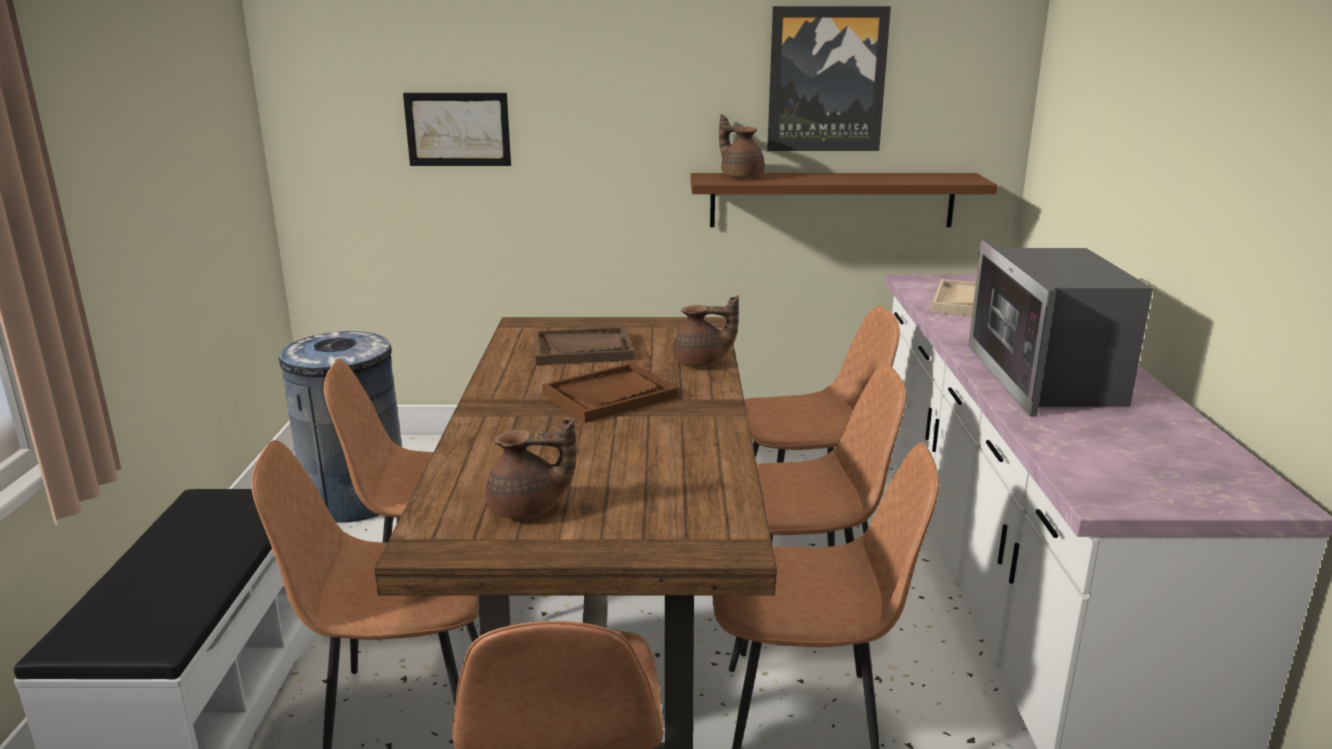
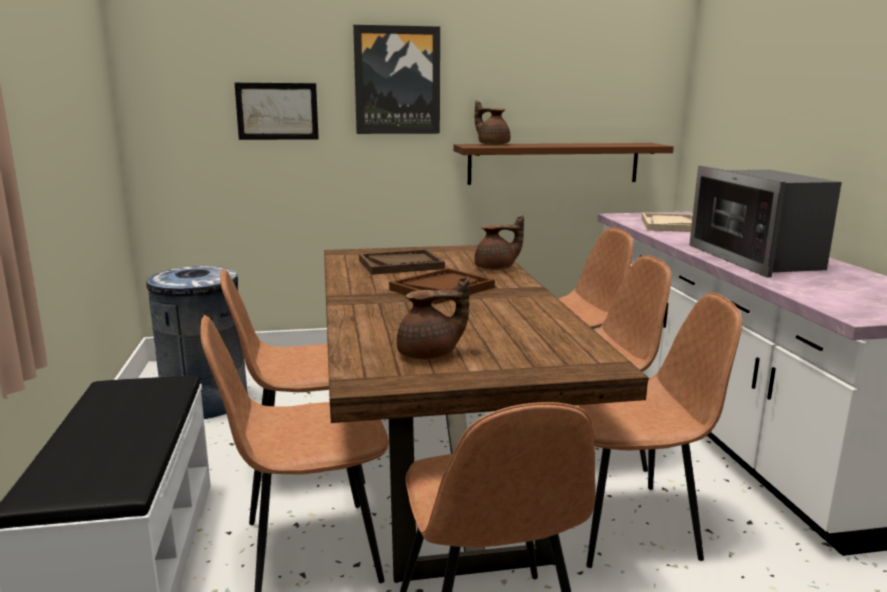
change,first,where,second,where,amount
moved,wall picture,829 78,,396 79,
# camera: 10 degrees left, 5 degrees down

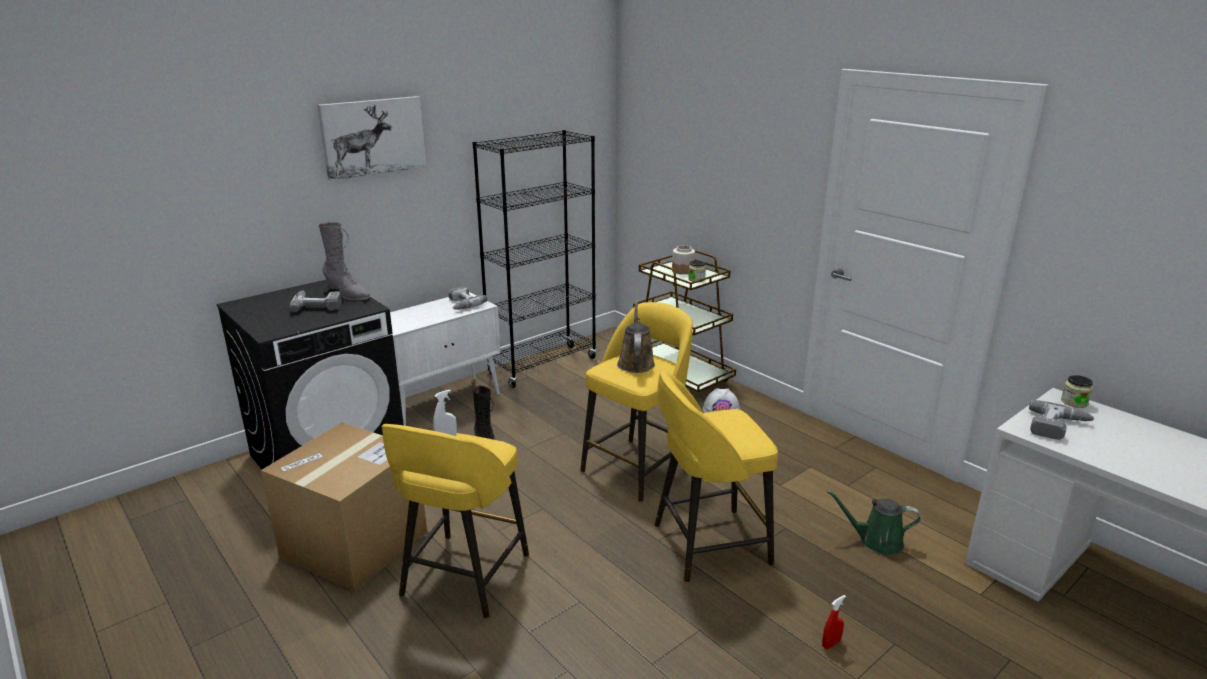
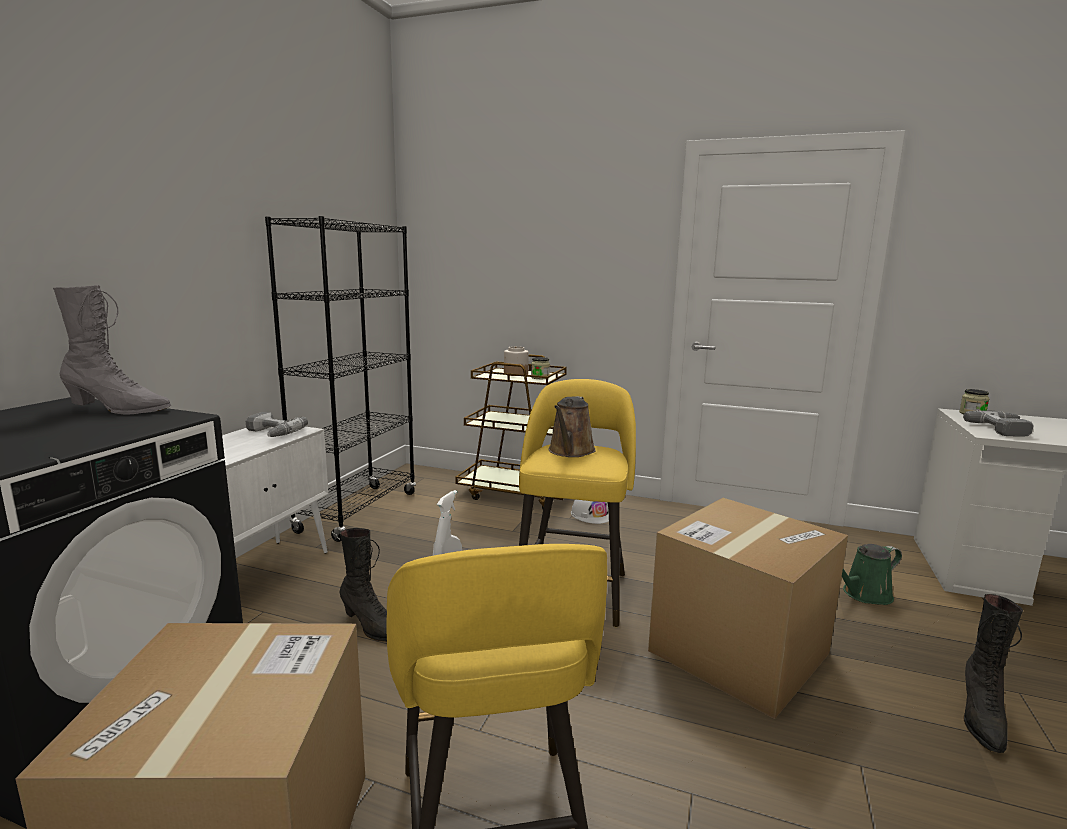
change,first,where,second,where,amount
removed,power drill,316 301,,,
removed,wall picture,372 138,,,
replaced,stool in yellow-coloured,716 476,packing box,748 608,
replaced,spray bottle in red-coloured,834 622,tall boot in blackish,993 673,
turned,watering can in brown-coloured,636 336,,572 426,135 degrees counterclockwise
# camera: 30 degrees left, 10 degrees down

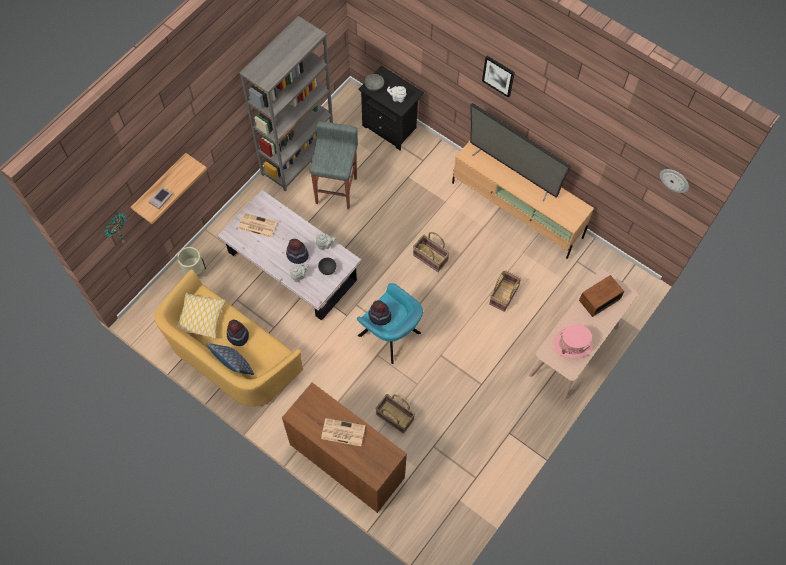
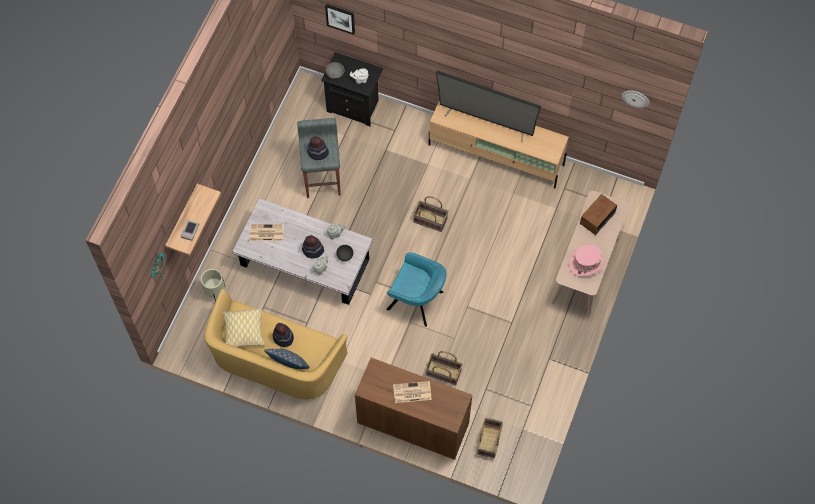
change,first,where,second,where,amount
removed,bookcase in gray,286 104,,,
moved,hat,380 313,,318 148,
moved,wall picture,498 77,,340 19,
moved,basket,505 291,,490 438,
# camera: 15 degrees left, 0 degrees up

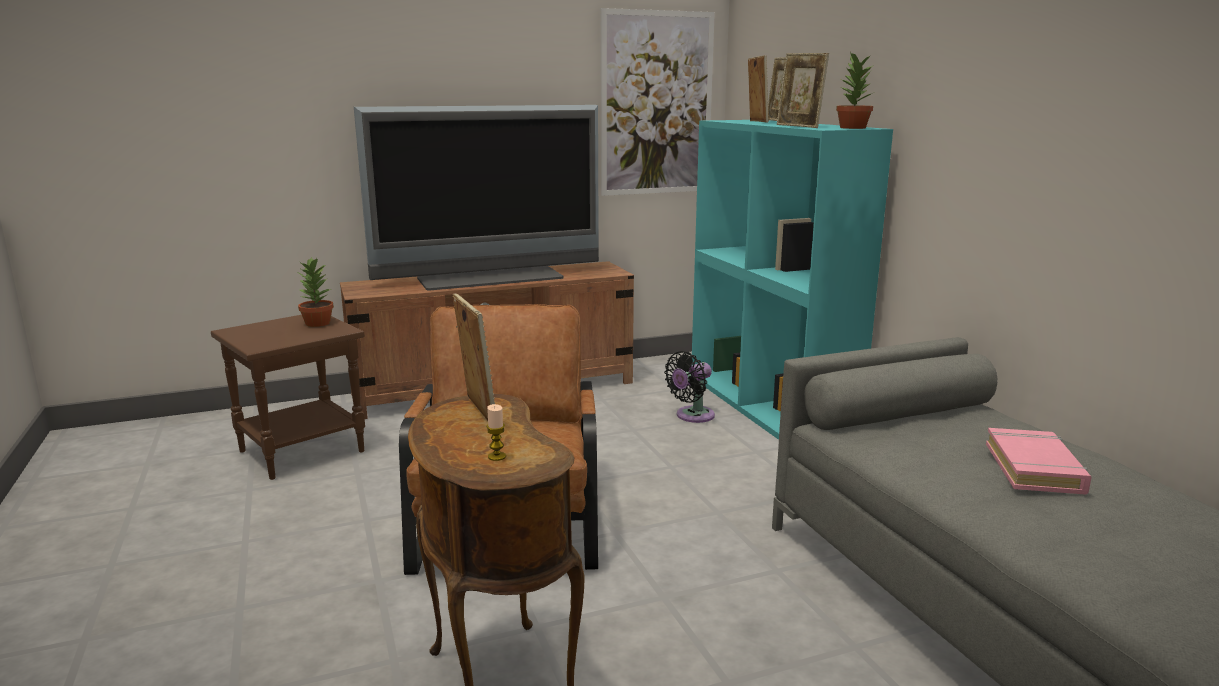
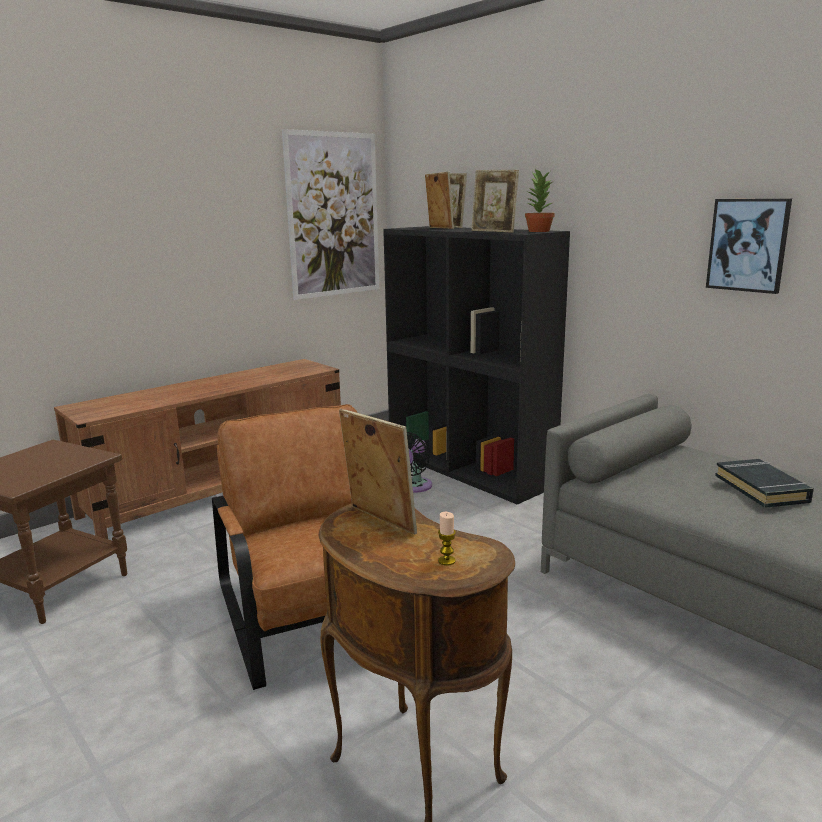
change,first,where,second,where,amount
removed,houseplant,315 292,,,
removed,TV set,476 197,,,
added,,,wall picture,749 246,
recoloured,bookcase in turquoise-coloured,792 280,bookcase in blackish,476 365,
recoloured,book in pink,1039 461,book in blackish,764 483,
# camera: 20 degrees left, 0 degrees up

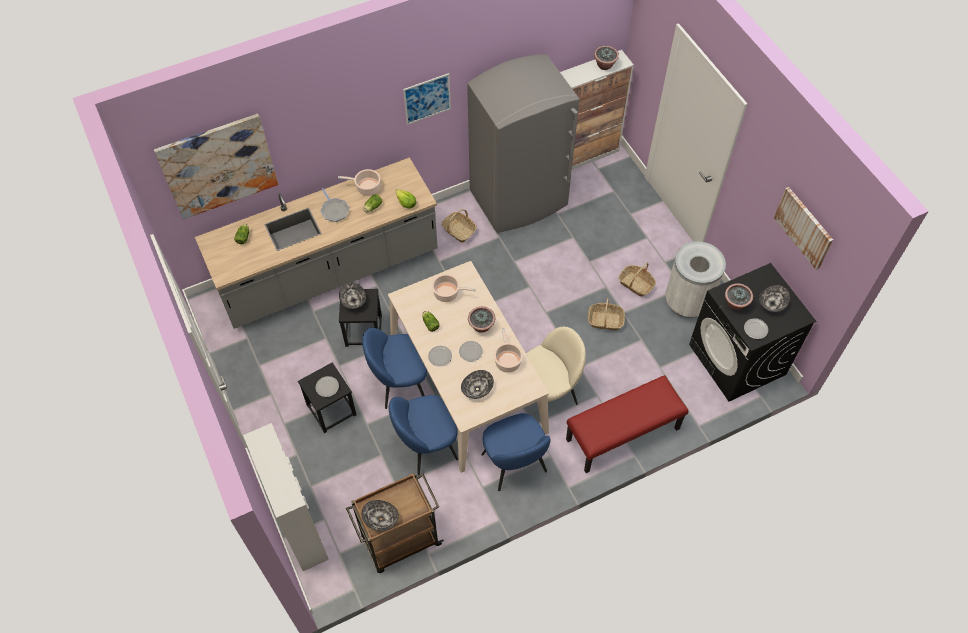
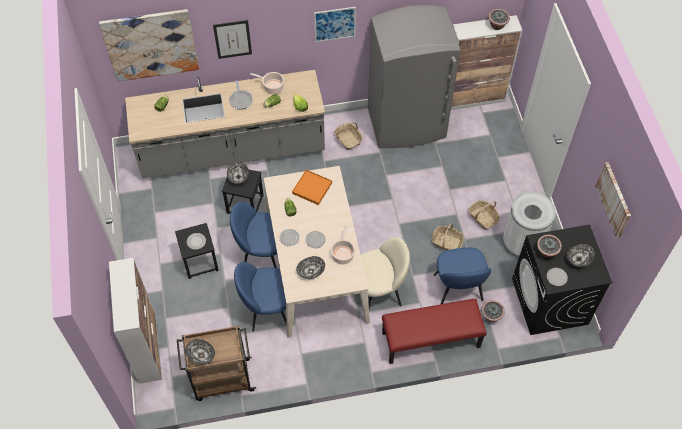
change,first,where,second,where,amount
added,,,wall picture,232 39,
moved,houseplant,481 319,,493 311,
moved,upright chair in bluish,515 452,,462 275,
replaced,cooking pot,454 288,serving tray in orangey,312 187,
# camera: 15 degrees right, 0 degrees up

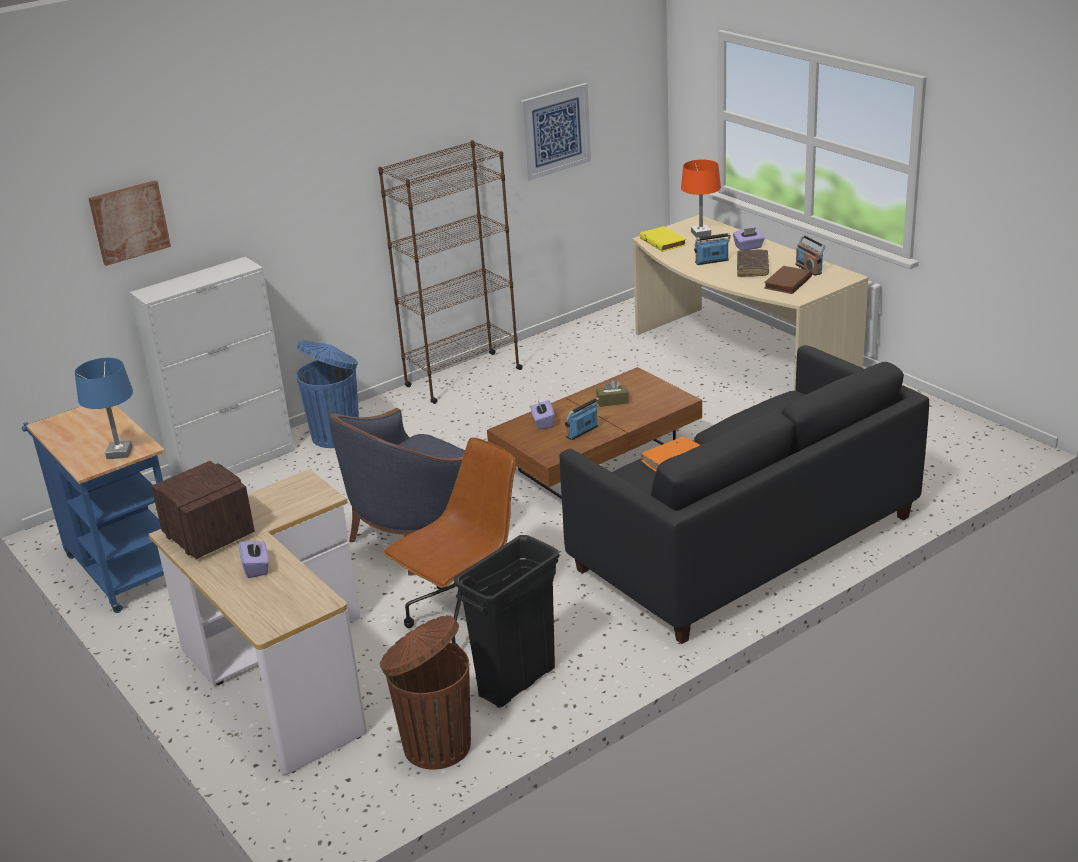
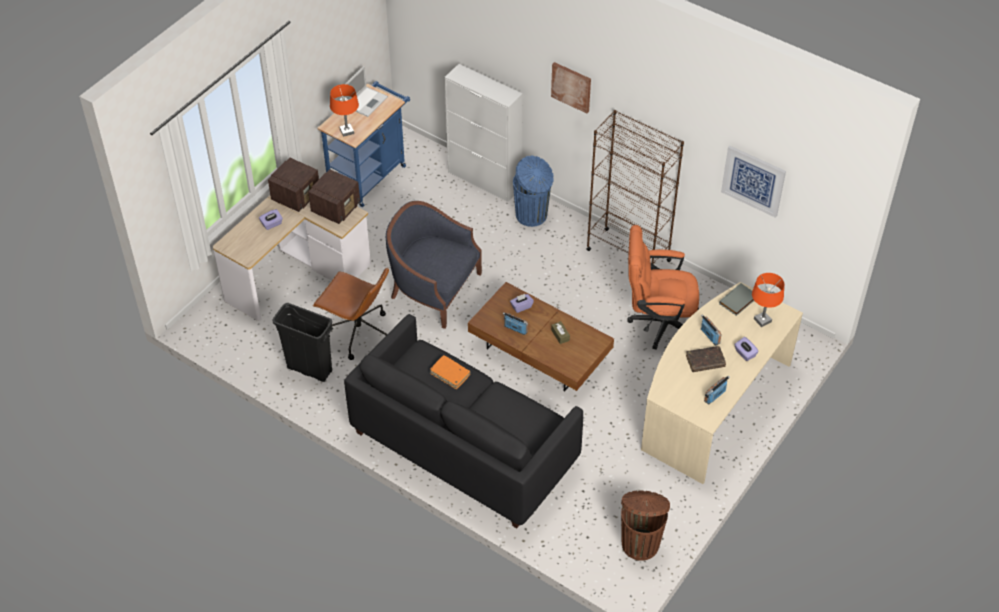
change,first,where,second,where,amount
removed,book in brown-coloured,788 280,,,
added,,,radio,334 196,
added,,,portable computer,366 91,
added,,,computer chair in orangey,663 287,
moved,wall picture,129 223,,571 87,
moved,waste bin in brown-coloured,425 692,,645 525,
recoloured,lamp for a table in bluish,104 408,lamp for a table in orangey,344 110,
recoloured,book in yellow-coloured,663 239,book in gray,736 299,
# camera: 70 degrees right, 20 degrees up

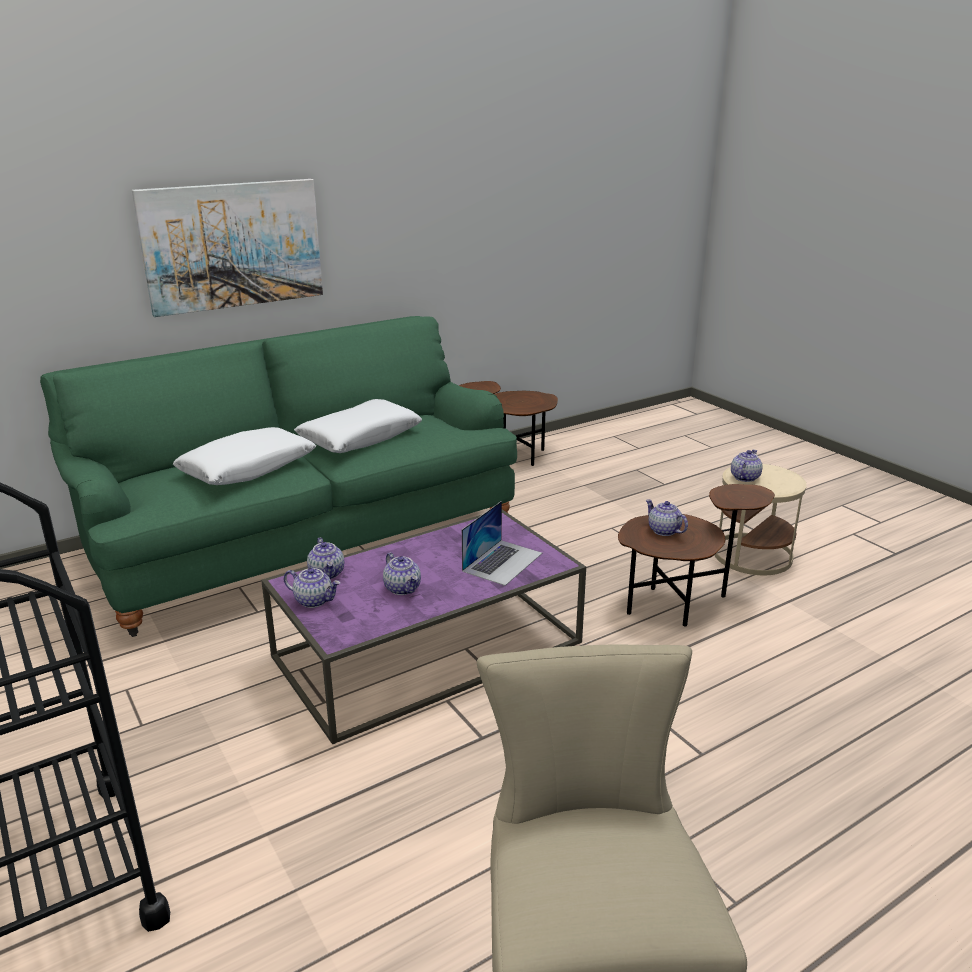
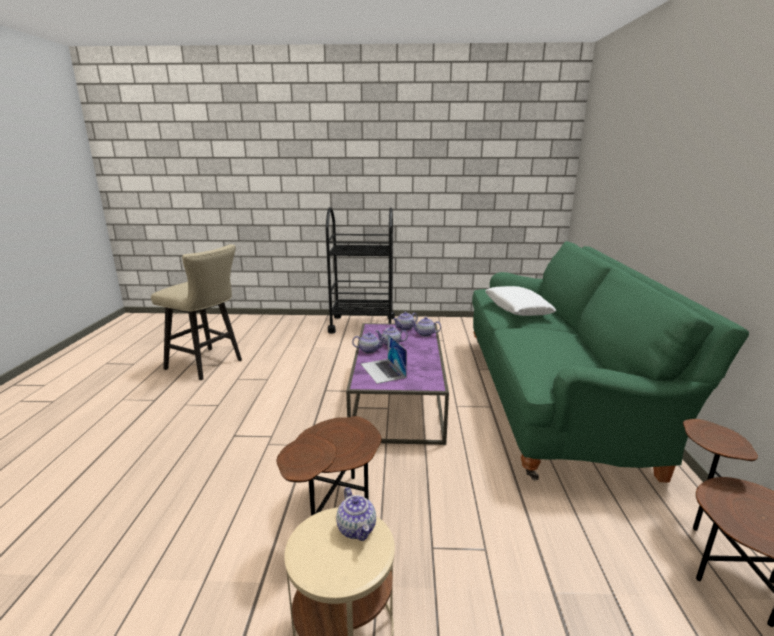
change,first,where,second,where,amount
removed,wall picture,227 248,,,
removed,cushion in whitish,358 426,,,
moved,tea pot,667 518,,369 343,
# camera: 125 degrees right, 5 degrees down

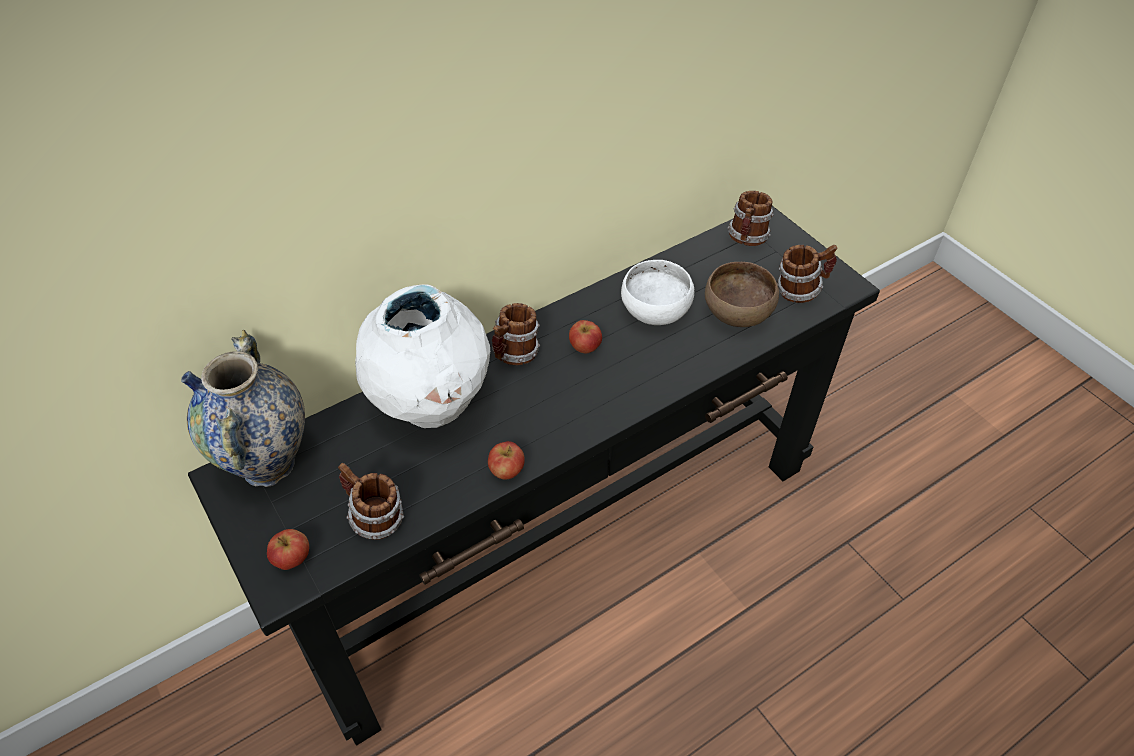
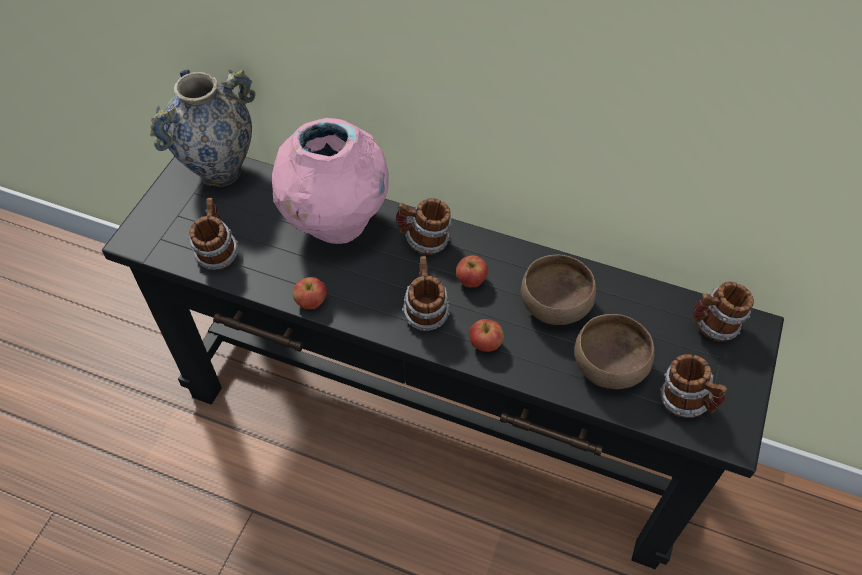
change,first,where,second,where,amount
added,,,tea mug,426 293,
moved,apple fruit,288 549,,486 335,
recoloured,flower vase in whitish,422 356,flower vase in pink,330 181,
recoloured,bowl in whitish,657 292,bowl in brown-coloured,558 289,
# camera: 55 degrees right, 5 degrees up

